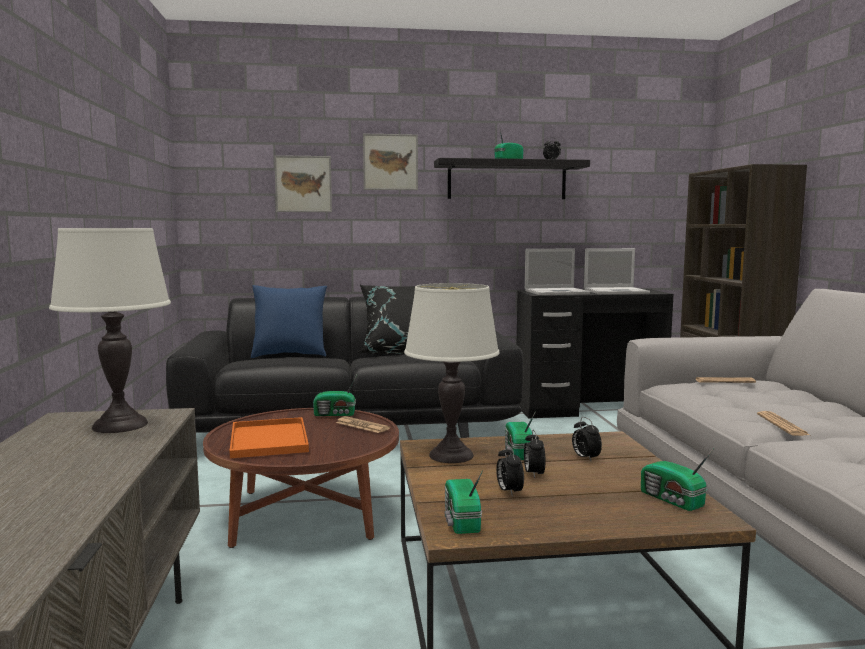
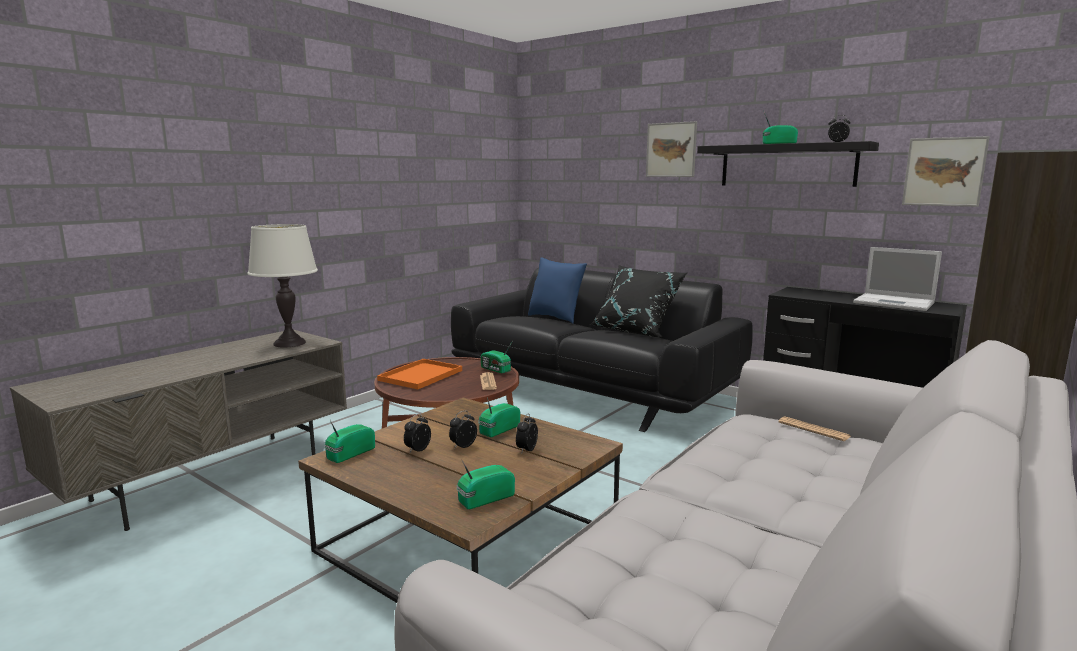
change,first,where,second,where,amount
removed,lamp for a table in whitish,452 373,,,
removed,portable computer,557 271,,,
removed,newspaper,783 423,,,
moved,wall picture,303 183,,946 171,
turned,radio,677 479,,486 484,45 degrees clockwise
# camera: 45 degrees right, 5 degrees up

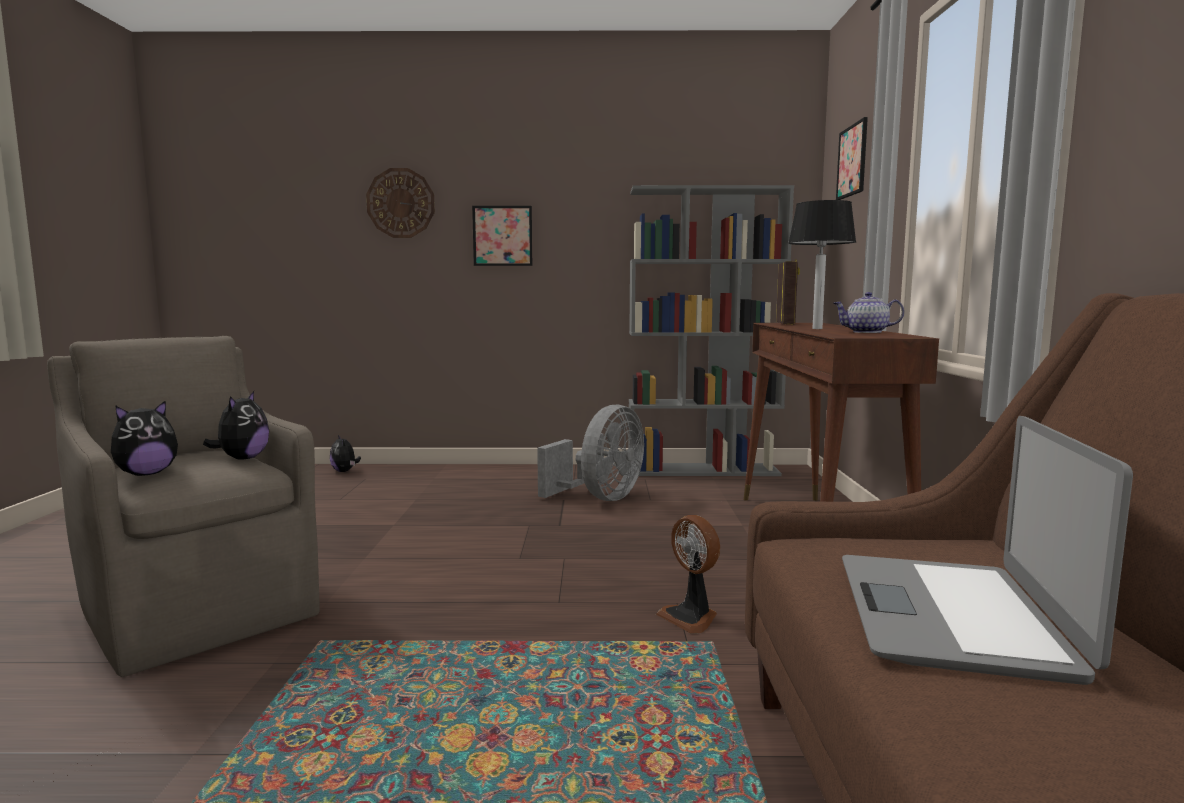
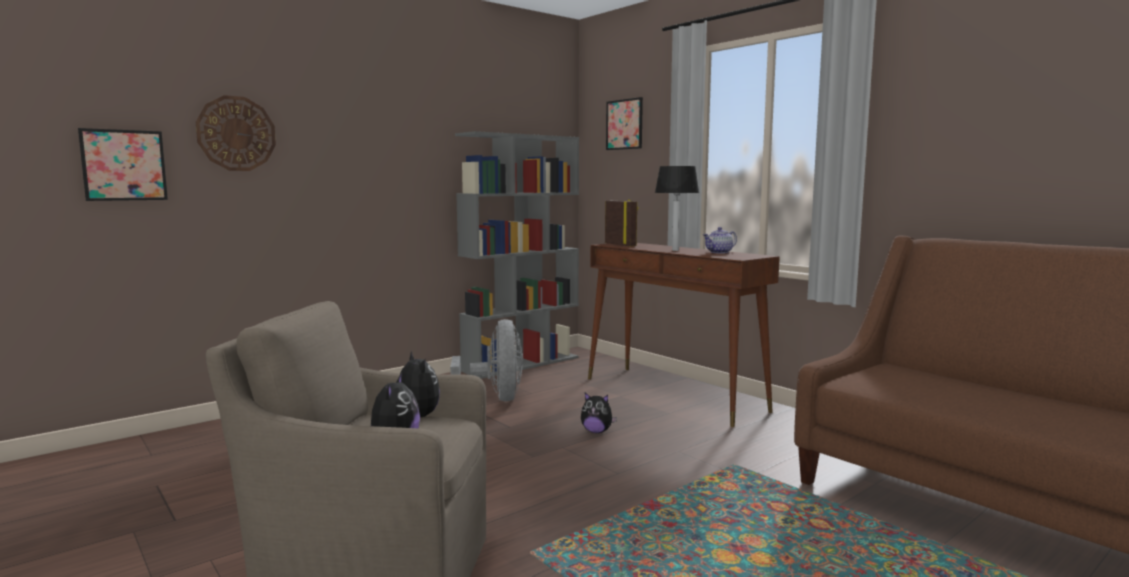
change,first,where,second,where,amount
removed,fan,688 574,,,
removed,portable computer,987 550,,,
moved,plush toy,345 453,,599 413,
moved,wall picture,502 236,,123 164,
# camera: 40 degrees left, 0 degrees up

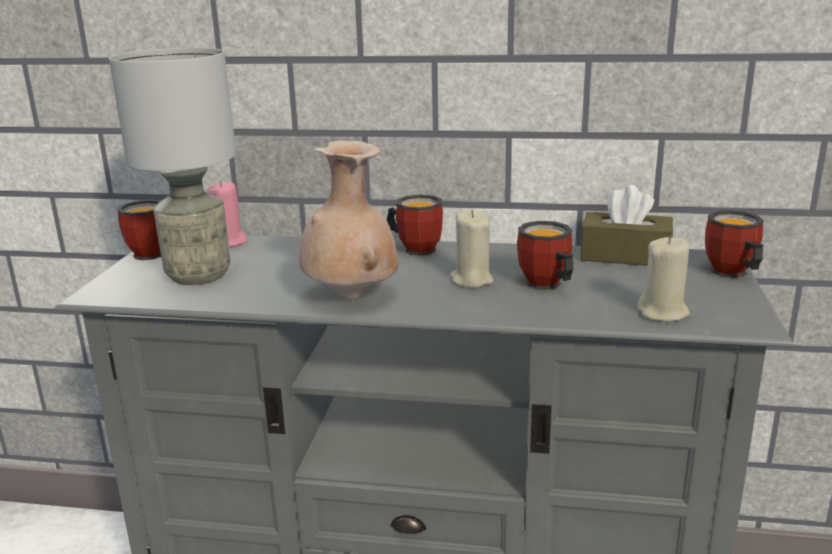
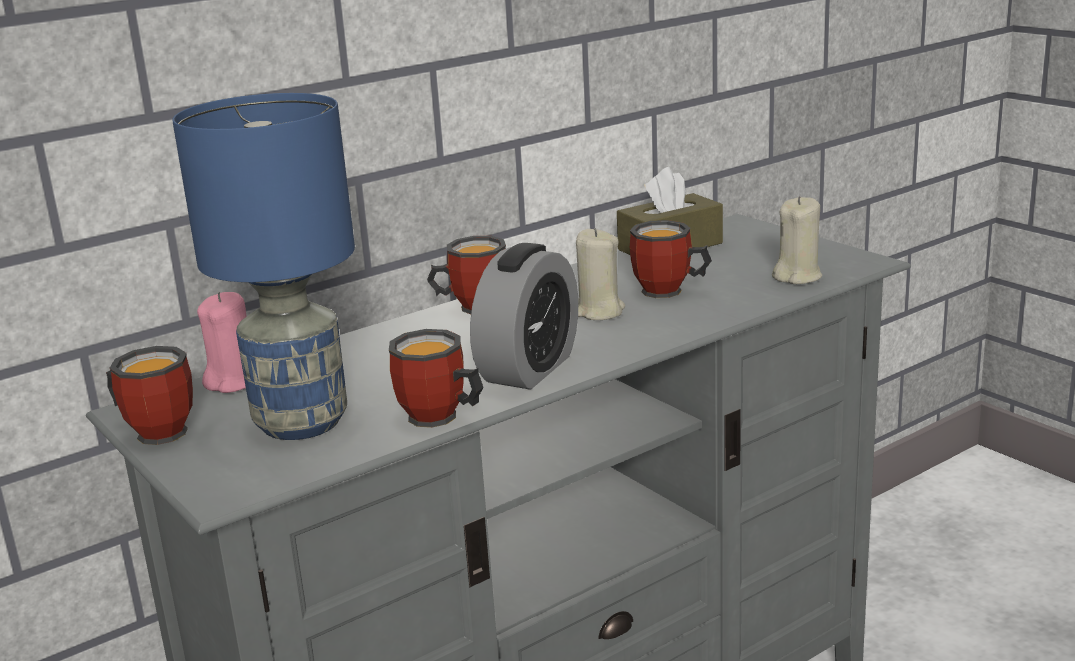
change,first,where,second,where,amount
moved,tea mug,734 244,,436 378,
replaced,flower vase in beige-coloured,348 220,table clock,524 316,
recoloured,lamp for a table in gray,172 166,lamp for a table in bluish,263 266,
# camera: 45 degrees left, 0 degrees up

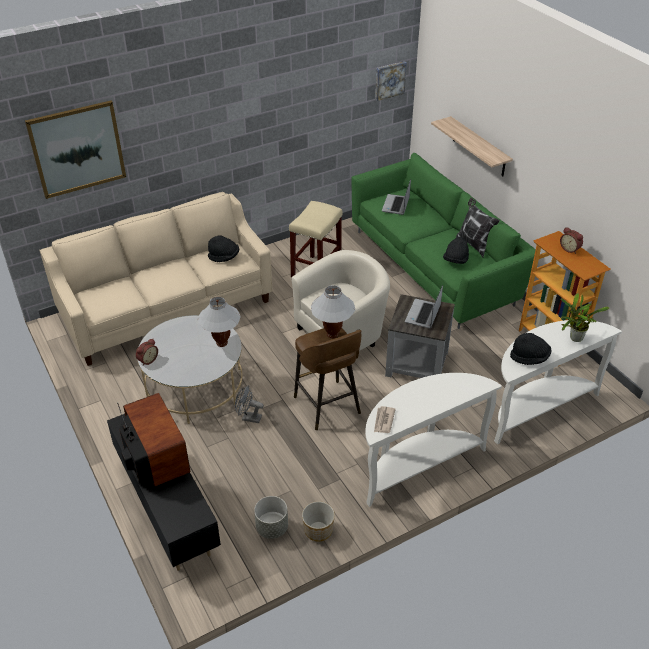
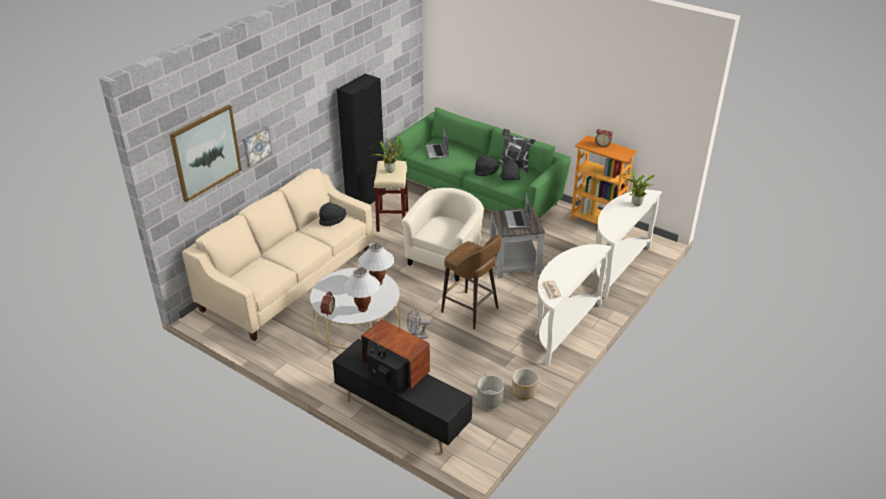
change,first,where,second,where,amount
removed,shelf,472 146,,,
added,,,storage cabinet in blackish,361 139,
added,,,houseplant,389 154,
moved,lamp for a table in whitish,333 312,,361 289,
moved,wall picture,391 81,,257 146,
moved,hat in blackish,531 349,,486 165,
# camera: 25 degrees left, 5 degrees down

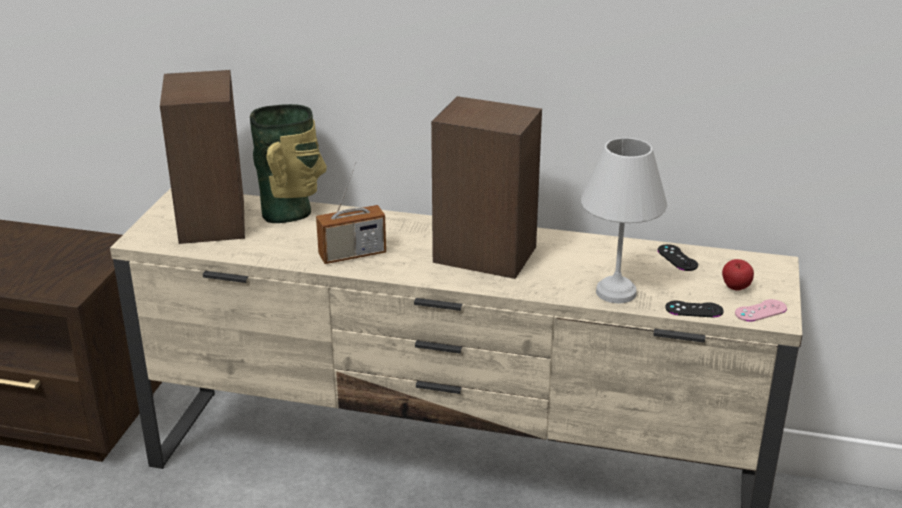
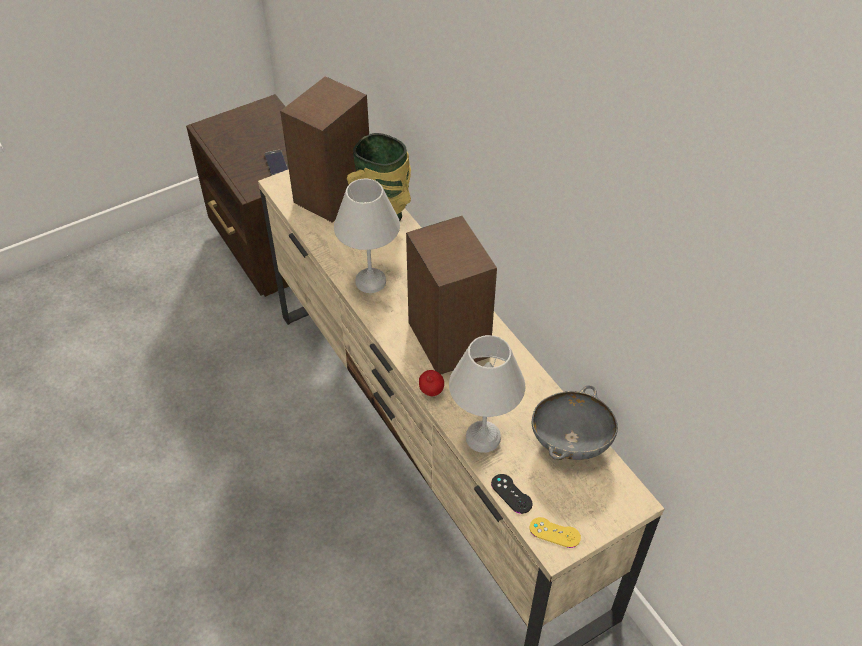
change,first,where,second,where,amount
added,,,phone,276 163,
moved,apple fruit,738 275,,431 383,
replaced,radio,351 213,lamp for a table in whitish,367 236,
replaced,game controller in blackish,678 257,bowl in gray,575 422,
recoloured,game controller in pink,761 310,game controller in yellow-coloured,555 532,
# camera: 45 degrees right, 20 degrees up

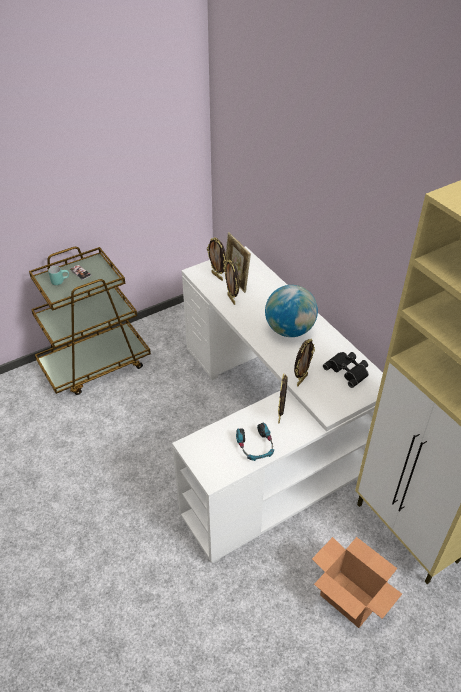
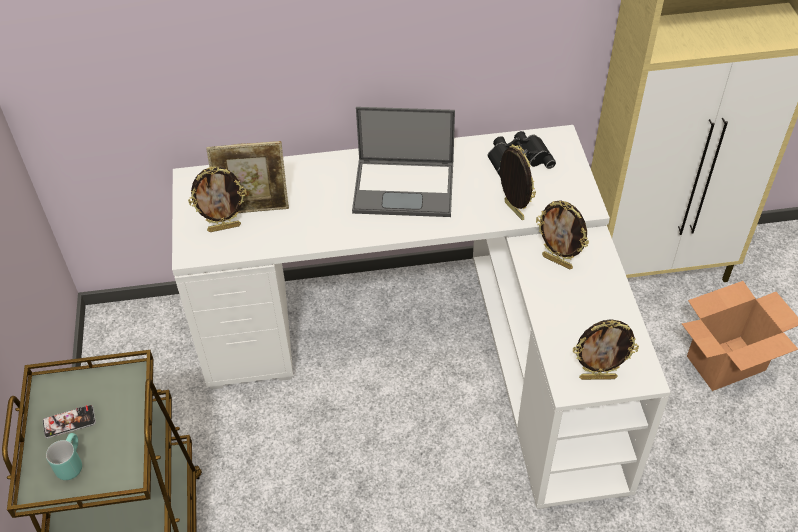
change,first,where,second,where,amount
removed,headset,255 441,,,
moved,picture frame,231 282,,606 349,
replaced,world globe,291 311,portable computer,403 162,
# camera: 65 degrees left, 5 degrees up

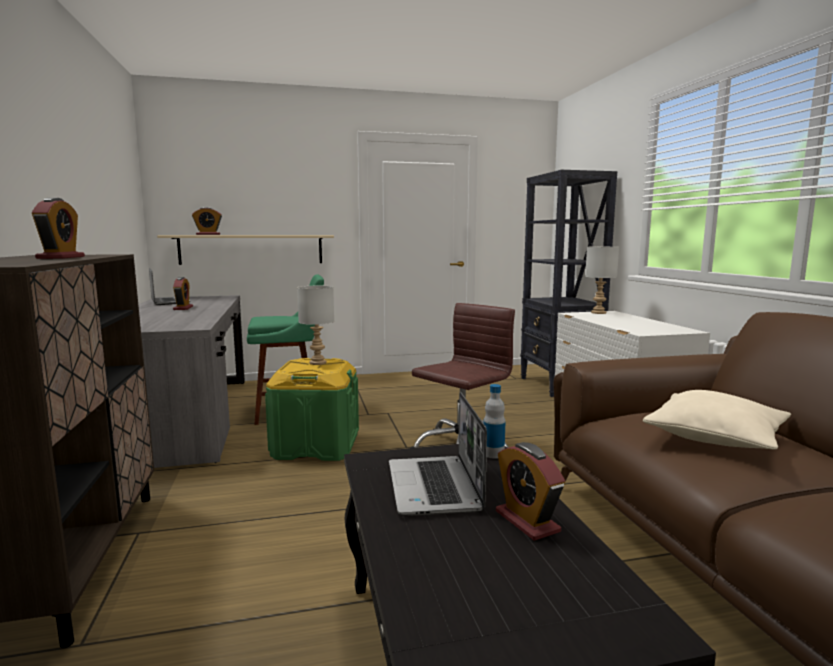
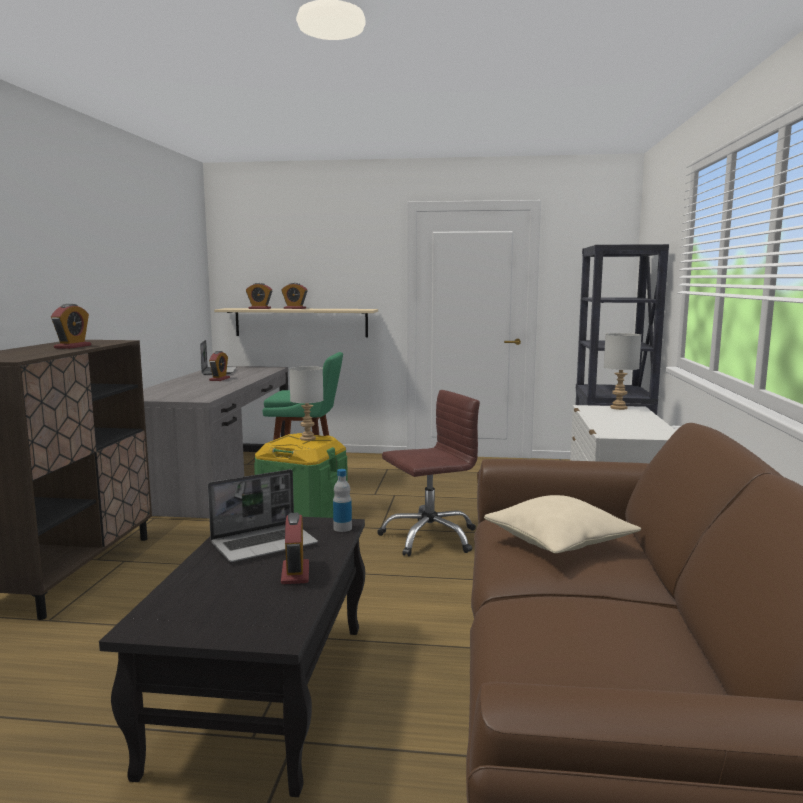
change,first,where,second,where,amount
added,,,table clock,294 296,
turned,portable computer,438 454,,263 515,135 degrees counterclockwise
# camera: 20 degrees right, 0 degrees up

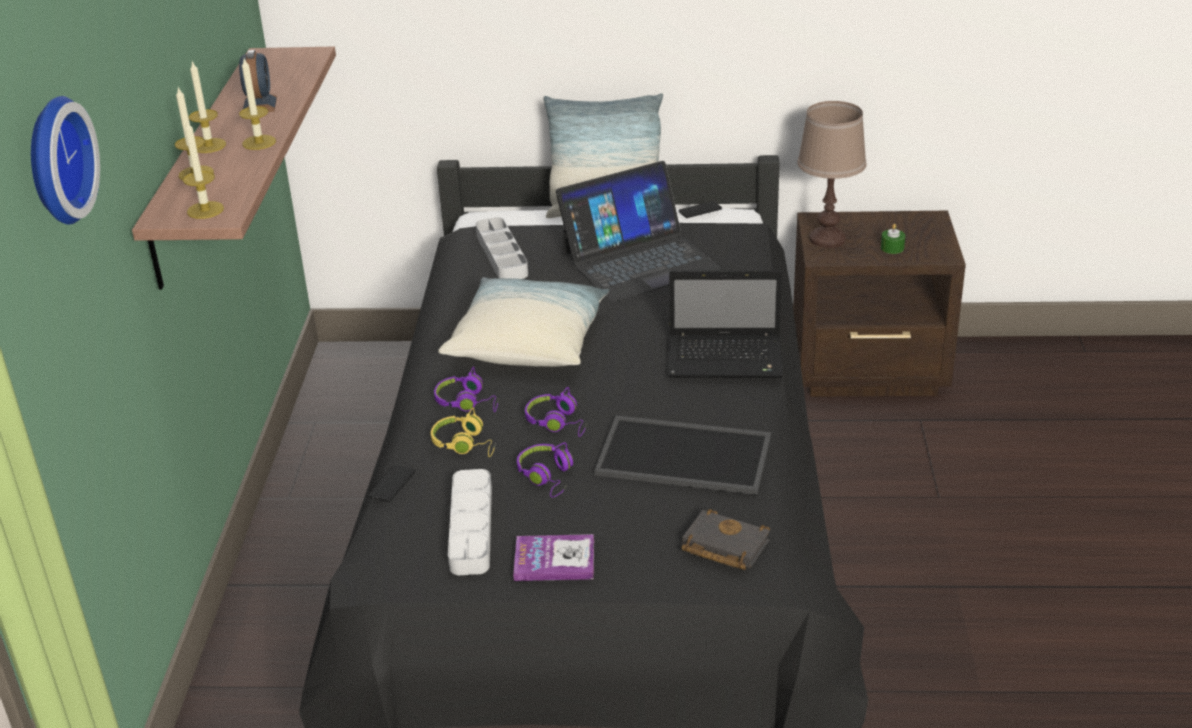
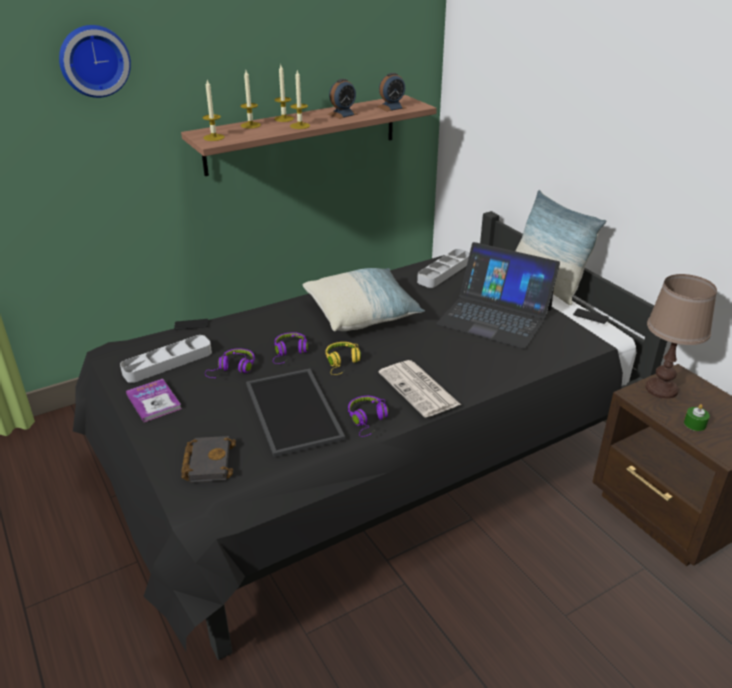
change,first,where,second,where,amount
added,,,table clock,391 92,
moved,headset in yellow-coloured,463 432,,343 358,
moved,headset in purplish,466 389,,368 416,
replaced,portable computer,725 324,newspaper,420 389,
# camera: 55 degrees right, 0 degrees up

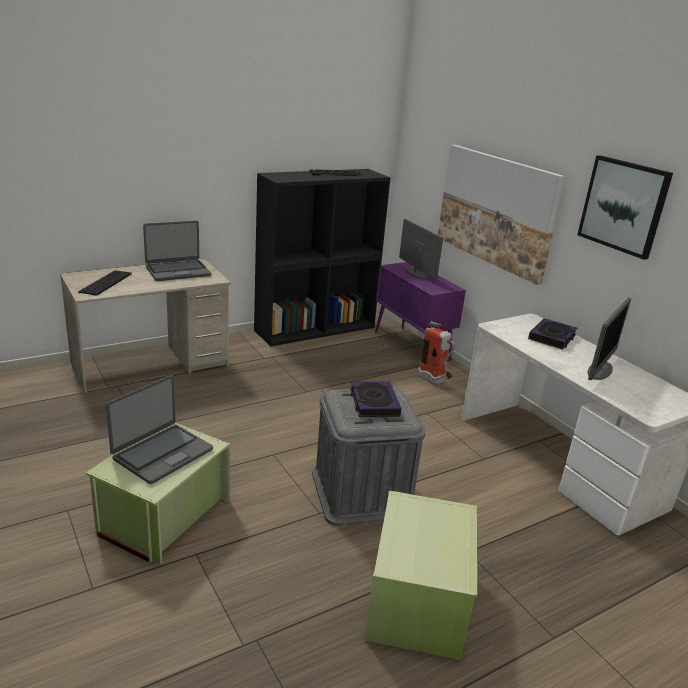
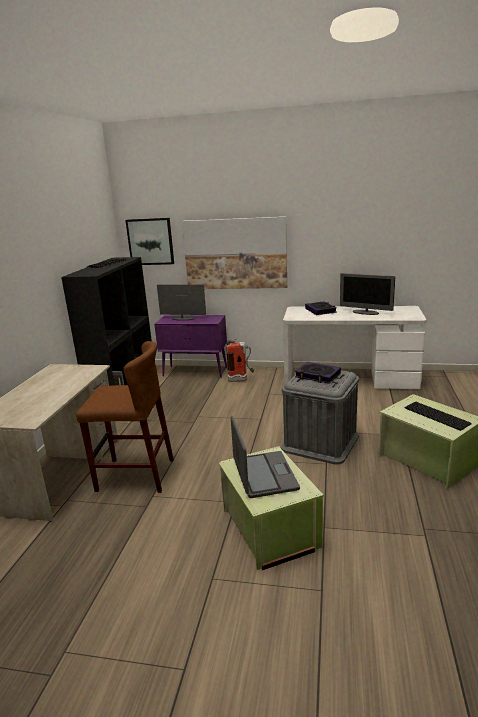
change,first,where,second,where,amount
removed,portable computer,177 251,,,
added,,,stool in brown-coloured,125 417,
moved,PC keyboard,105 283,,438 416,
moved,wall picture,625 207,,149 241,
turned,computer display,609 339,,367 294,135 degrees clockwise
# camera: 45 degrees left, 5 degrees down

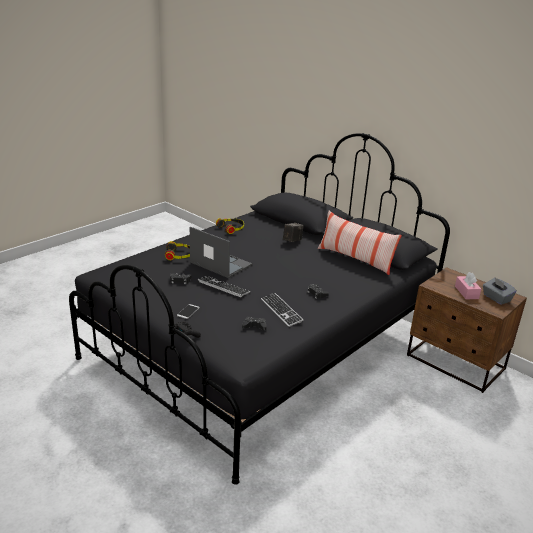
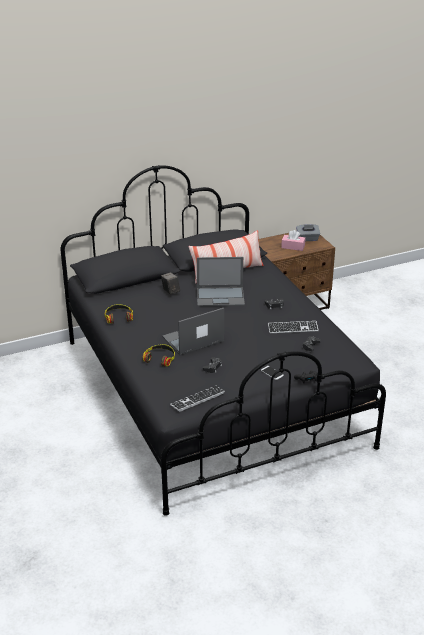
change,first,where,second,where,amount
added,,,portable computer,221 282,
moved,PC keyboard,224 287,,197 399,
# camera: 65 degrees left, 5 degrees up

